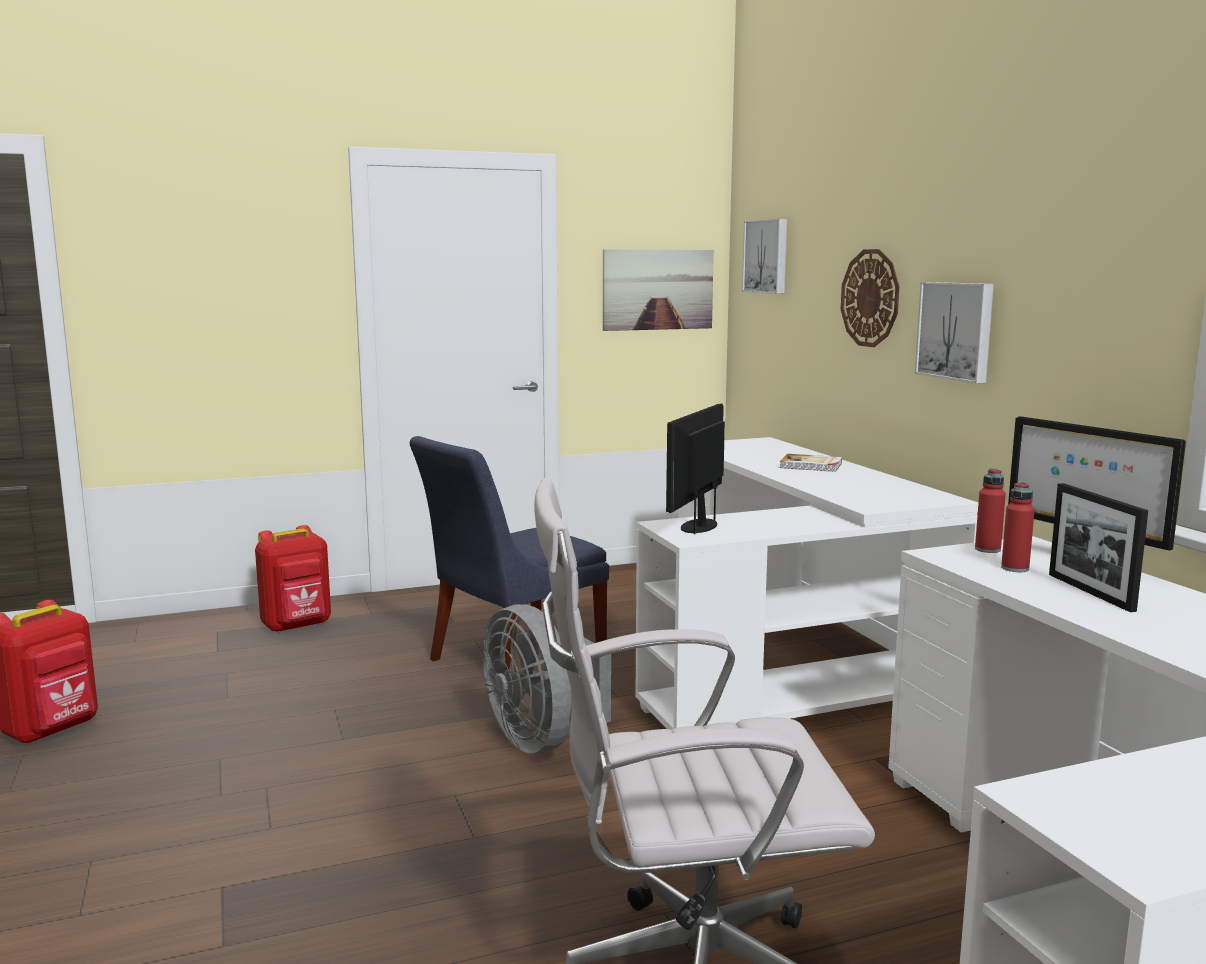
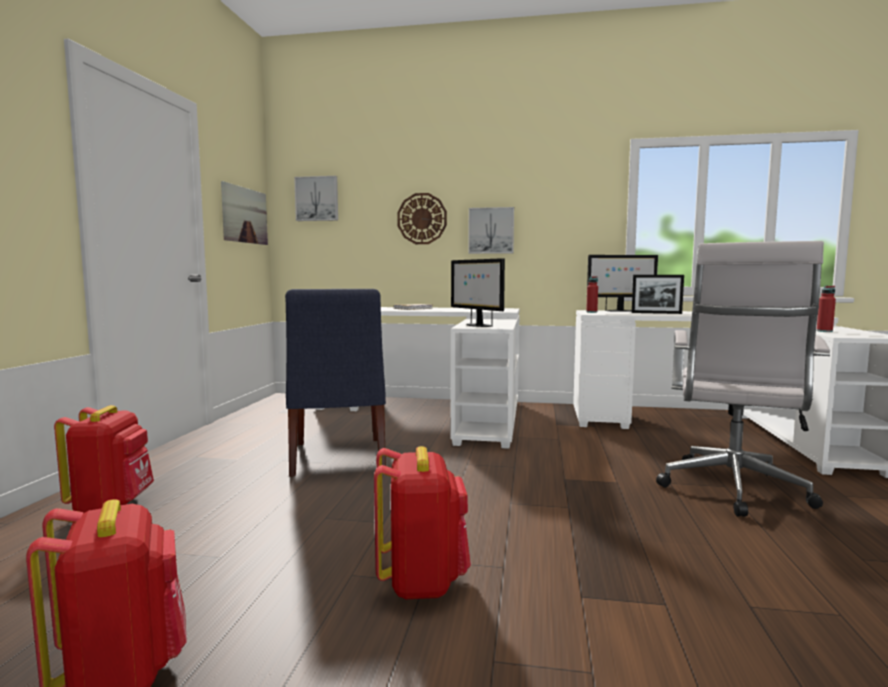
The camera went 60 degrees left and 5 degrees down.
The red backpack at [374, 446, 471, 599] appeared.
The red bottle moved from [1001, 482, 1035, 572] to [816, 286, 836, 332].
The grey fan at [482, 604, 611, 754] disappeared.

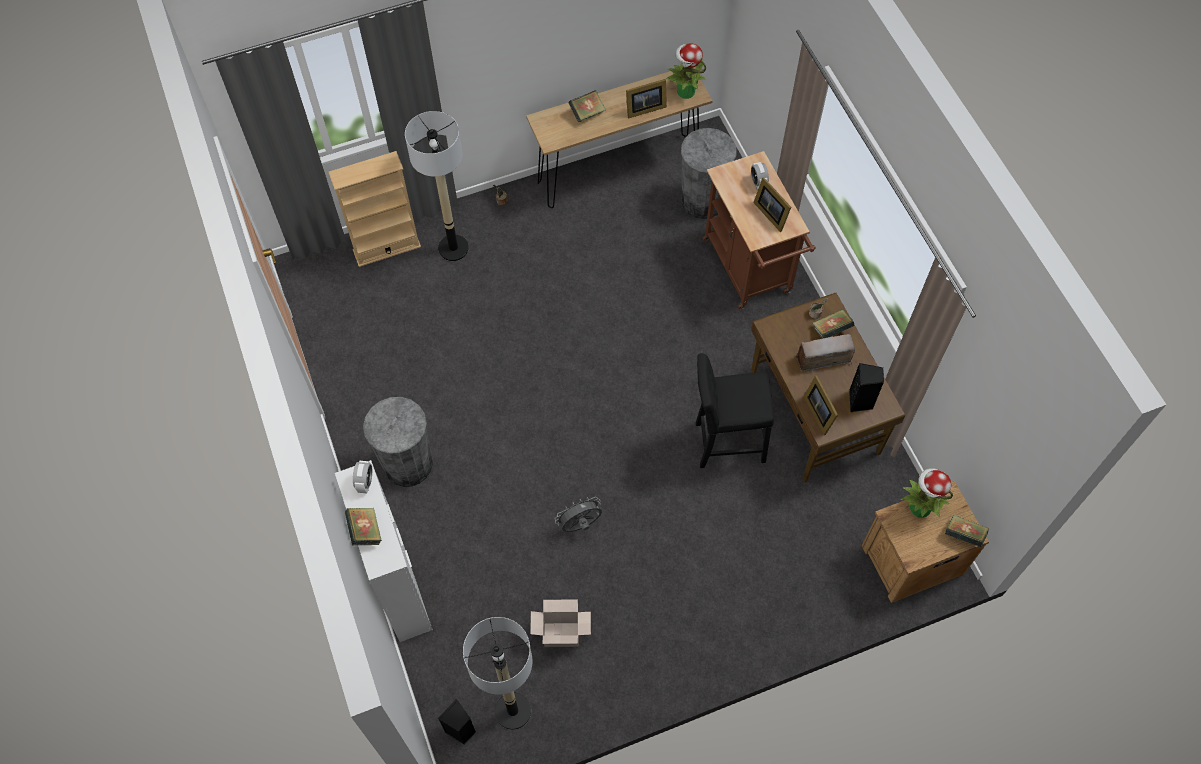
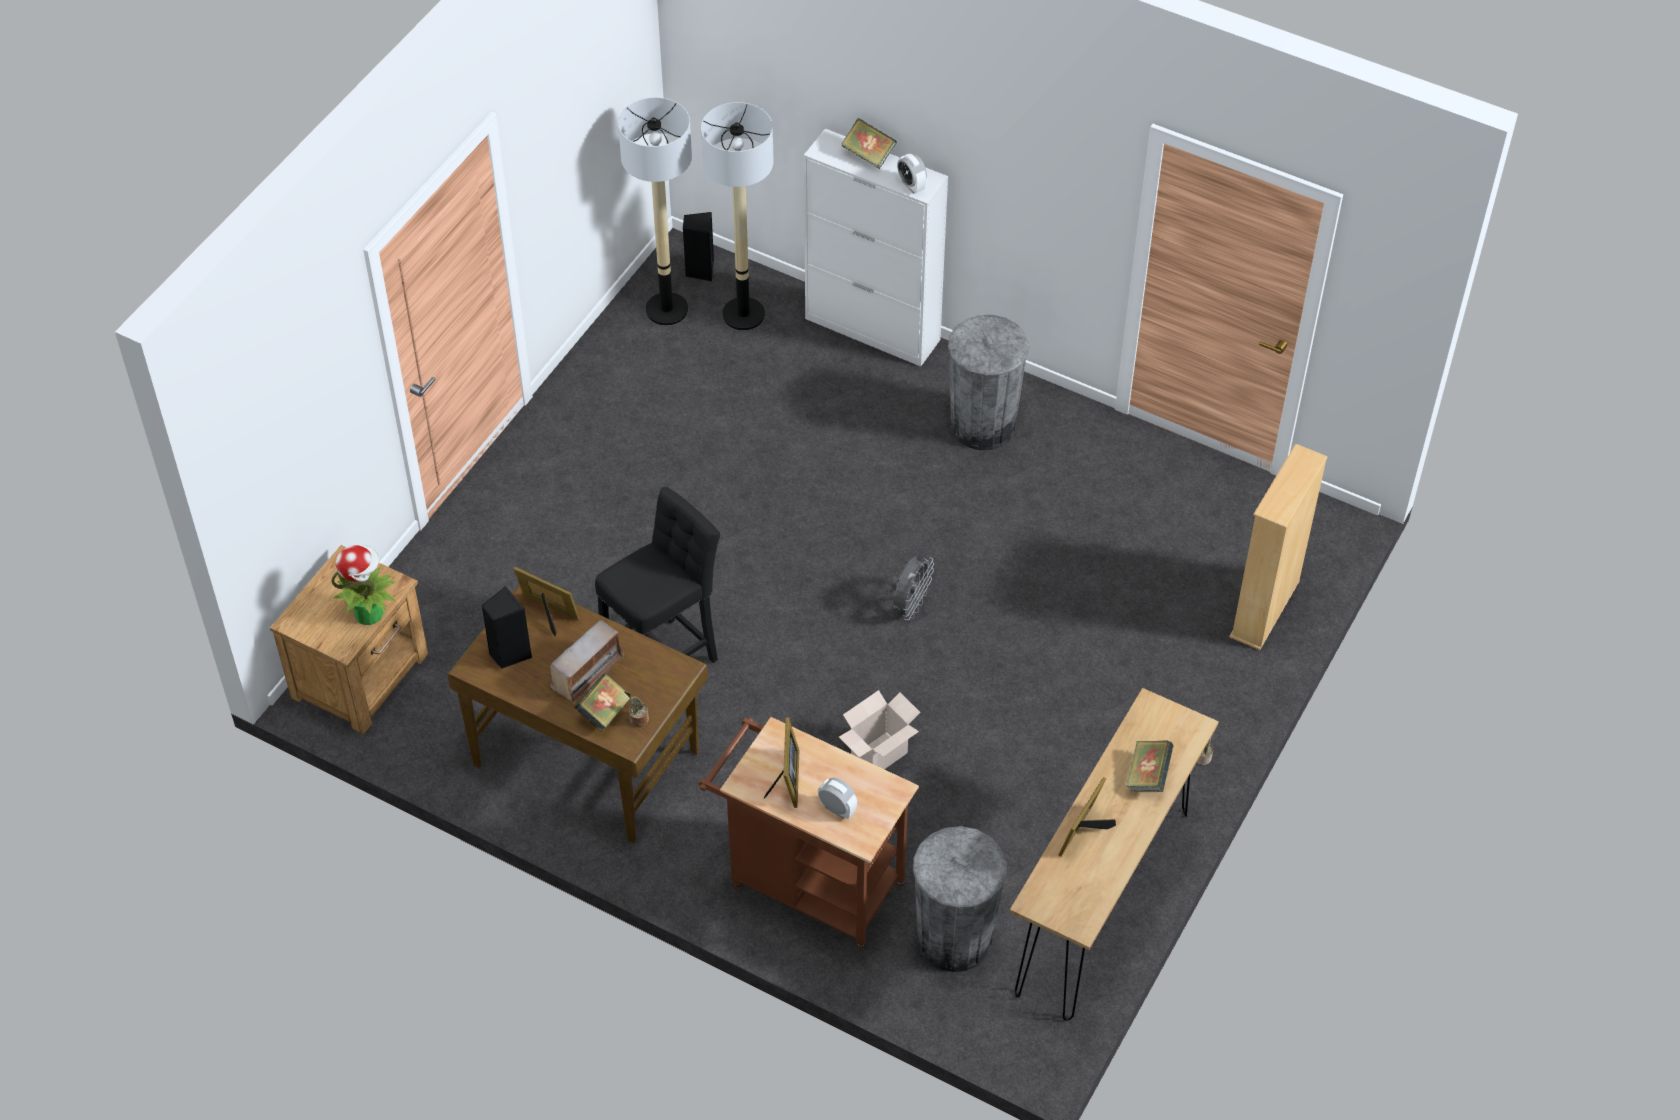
The camera went 140 degrees right and 10 degrees down.
The floor lamp moved from [405, 111, 469, 261] to [701, 102, 773, 330].
The picture frame at [753, 177, 791, 232] turned 75 degrees clockwise.
The cardboard box moved from [530, 599, 591, 647] to [839, 690, 920, 769].
The grey fan moved from [555, 497, 602, 532] to [892, 556, 934, 620].
The potted plant at [666, 43, 707, 99] disappeared.
The book at [945, 515, 989, 547] disappeared.

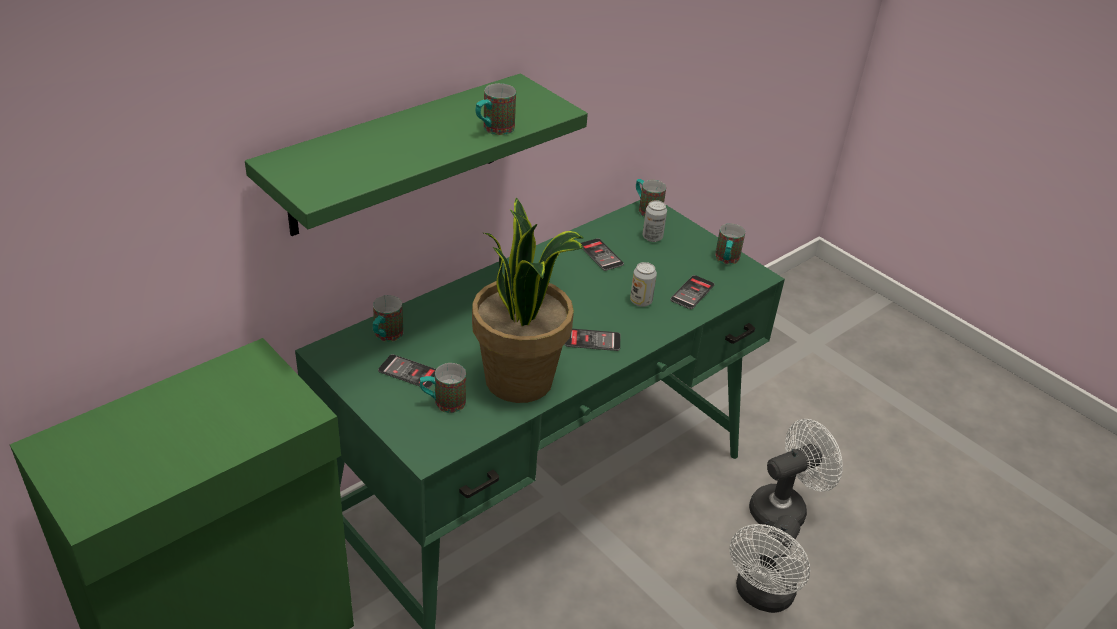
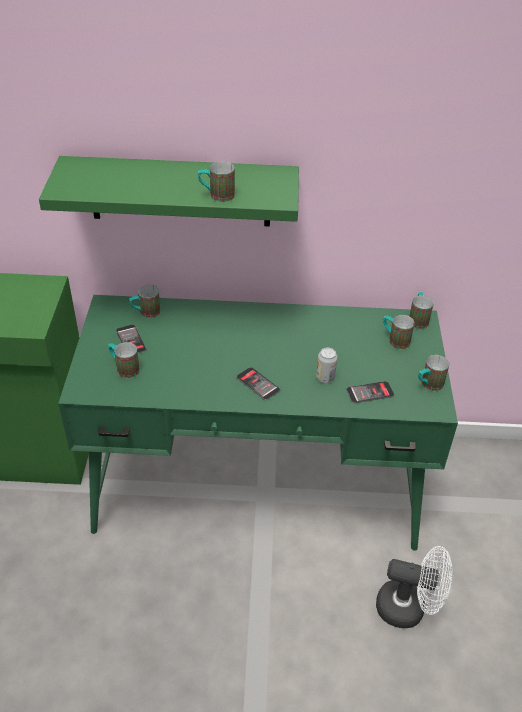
The camera went 45 degrees right and 5 degrees up.
The can at [643, 200, 667, 242] was replaced by the mug at [383, 315, 414, 349].
The potted plant at [472, 197, 584, 403] disappeared.
The phone at [581, 238, 624, 271] disappeared.
The white fan at [729, 515, 810, 613] disappeared.

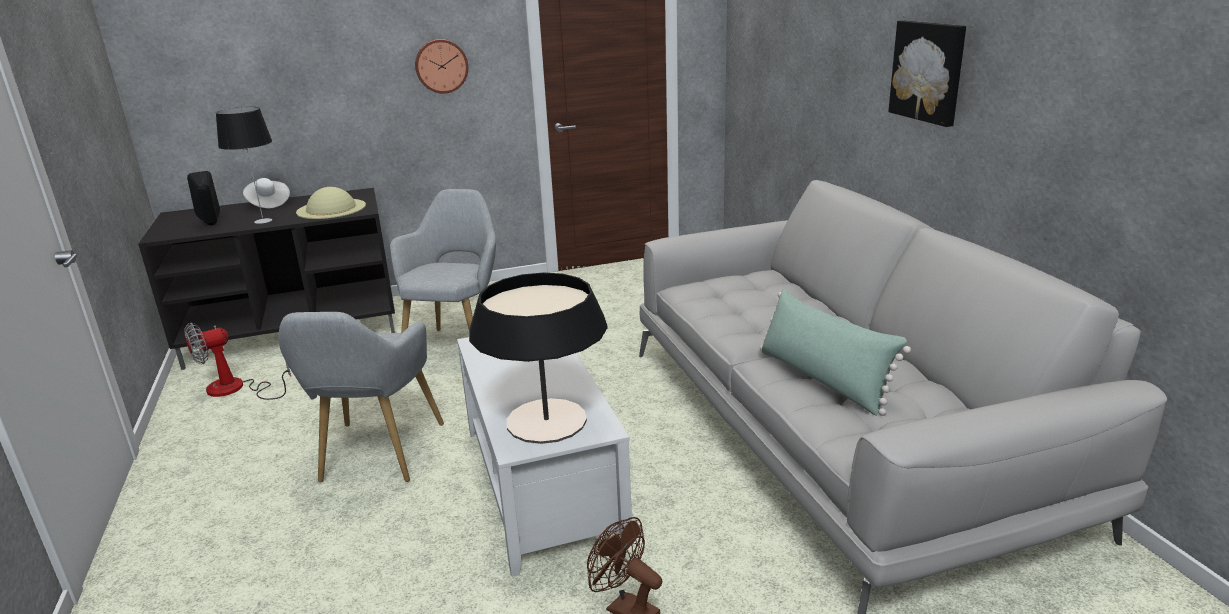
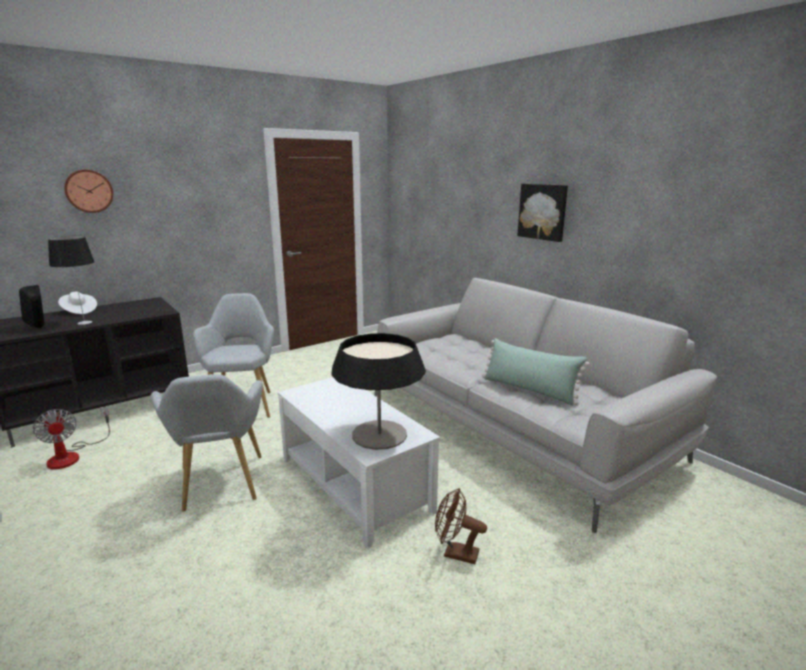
The camera went 20 degrees left and 5 degrees down.
The fan at [184, 323, 291, 400] turned 75 degrees counterclockwise.
The wall clock moved from [415, 39, 468, 93] to [64, 170, 113, 213].
The beige hat at [296, 187, 366, 219] disappeared.

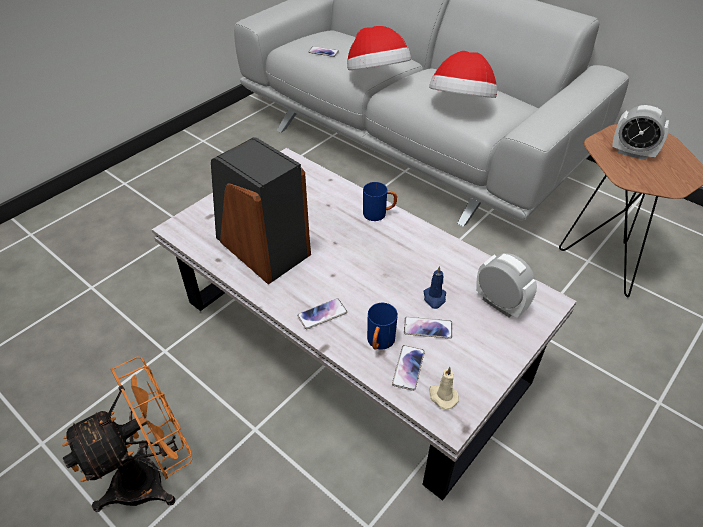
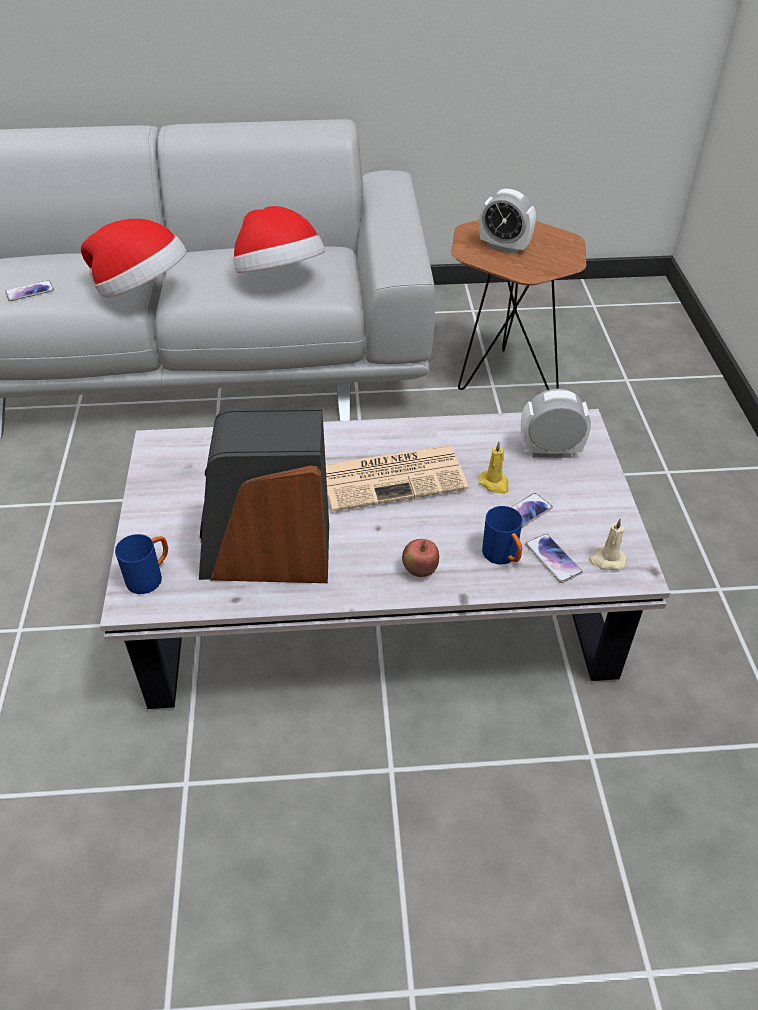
The camera went 45 degrees left and 0 degrees up.
The blue mug moved from [363, 182, 397, 221] to [115, 534, 168, 594].
The newspaper at [326, 445, 469, 512] appeared.
The phone at [297, 298, 347, 329] was replaced by the apple at [402, 539, 439, 577].
The blue candle at [423, 266, 446, 309] became the yellow candle at [478, 442, 509, 494].
The alarm clock at [612, 105, 670, 160] turned 45 degrees clockwise.
The orange fan at [62, 356, 192, 512] disappeared.

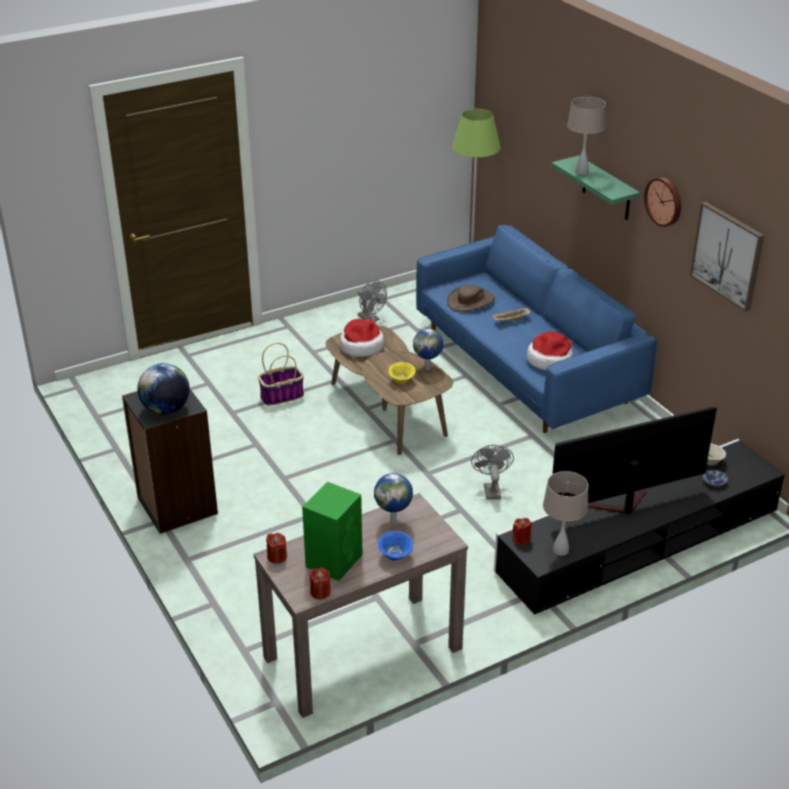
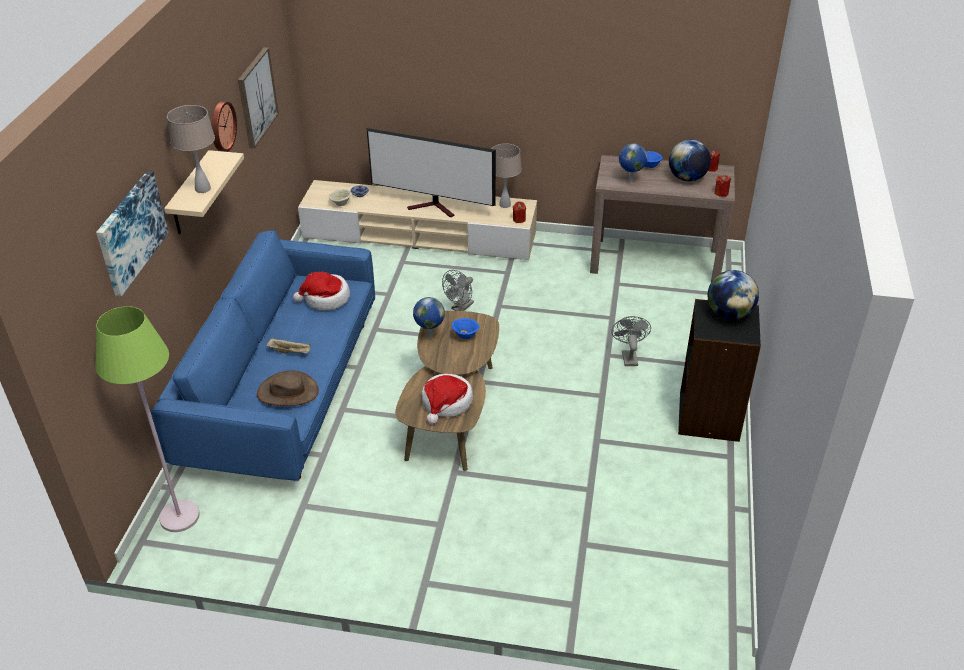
The camera went 140 degrees left and 5 degrees up.
The picture at [96, 171, 168, 296] appeared.
The green shelf at [551, 156, 640, 220] became the beige shelf at [164, 150, 244, 234].
The black tv stand at [494, 439, 785, 615] became the beige tv stand at [298, 180, 537, 260].
The yellow bowl at [389, 362, 416, 384] became the blue bowl at [452, 318, 479, 339].
The grey fan moved from [358, 280, 387, 322] to [611, 316, 651, 366].
The green speaker at [302, 482, 363, 581] was replaced by the globe at [669, 140, 711, 181].
The basket at [258, 343, 304, 406] disappeared.

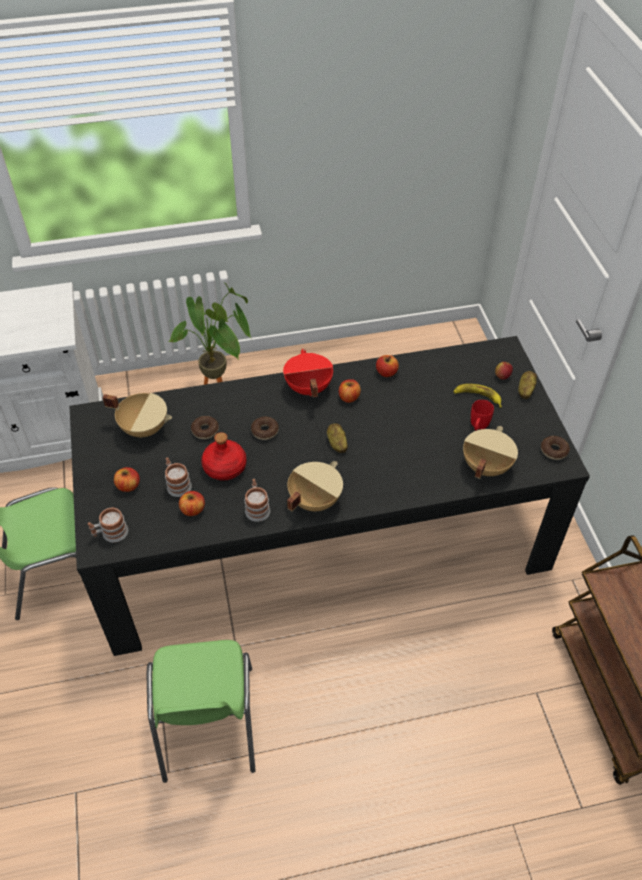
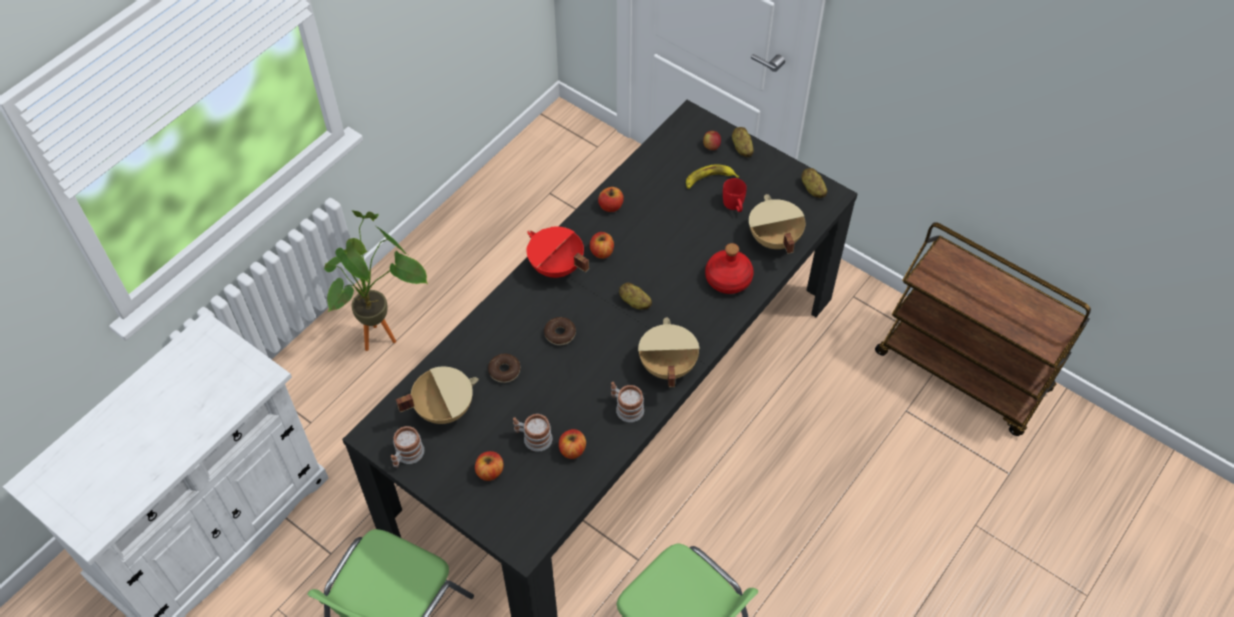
The camera went 40 degrees left and 5 degrees up.
The mug moved from [88, 507, 128, 542] to [391, 426, 424, 468].
The red bottle moved from [201, 432, 246, 481] to [705, 243, 754, 294].
The donut at [541, 436, 570, 460] was replaced by the potato at [802, 168, 827, 198].

